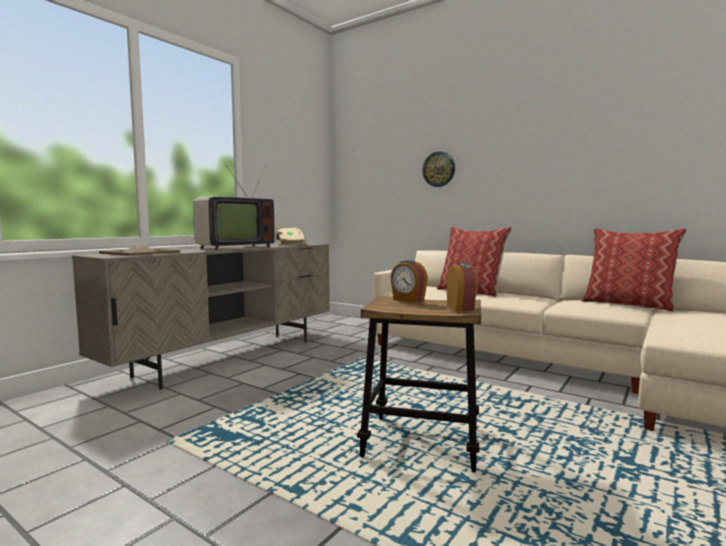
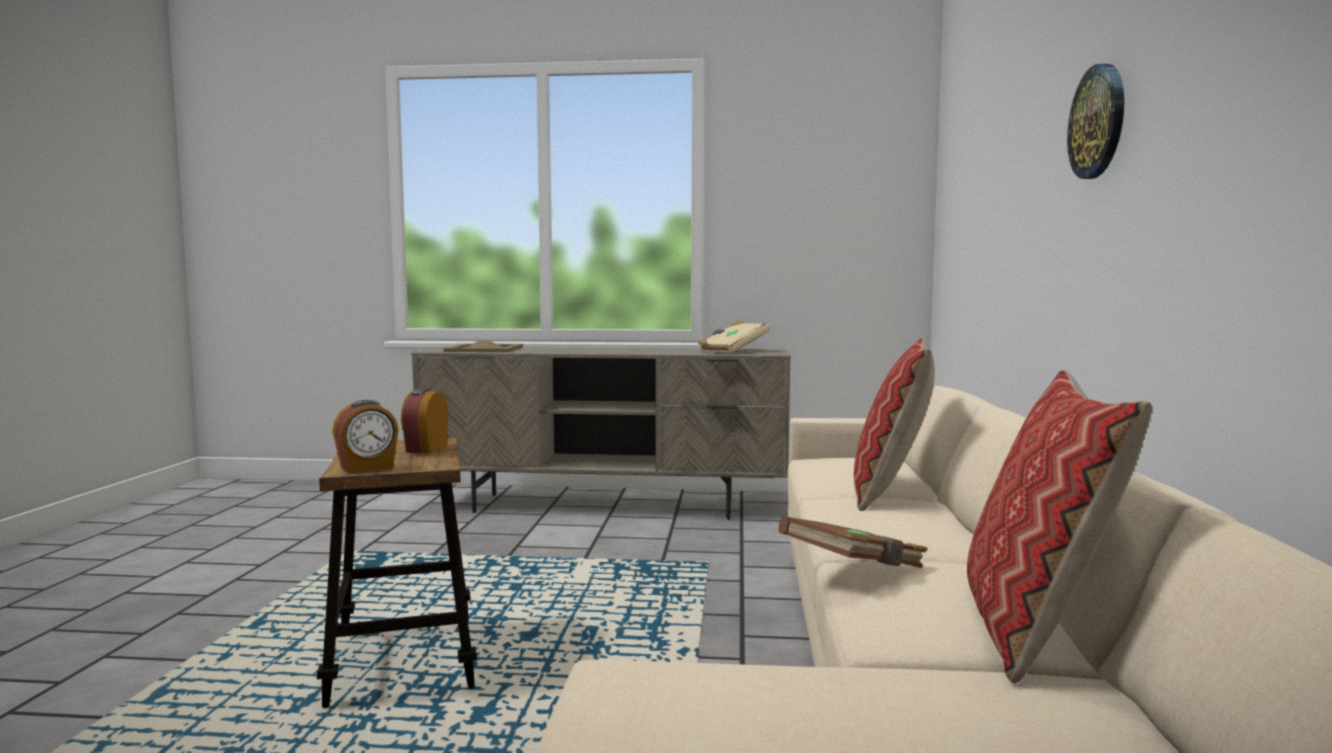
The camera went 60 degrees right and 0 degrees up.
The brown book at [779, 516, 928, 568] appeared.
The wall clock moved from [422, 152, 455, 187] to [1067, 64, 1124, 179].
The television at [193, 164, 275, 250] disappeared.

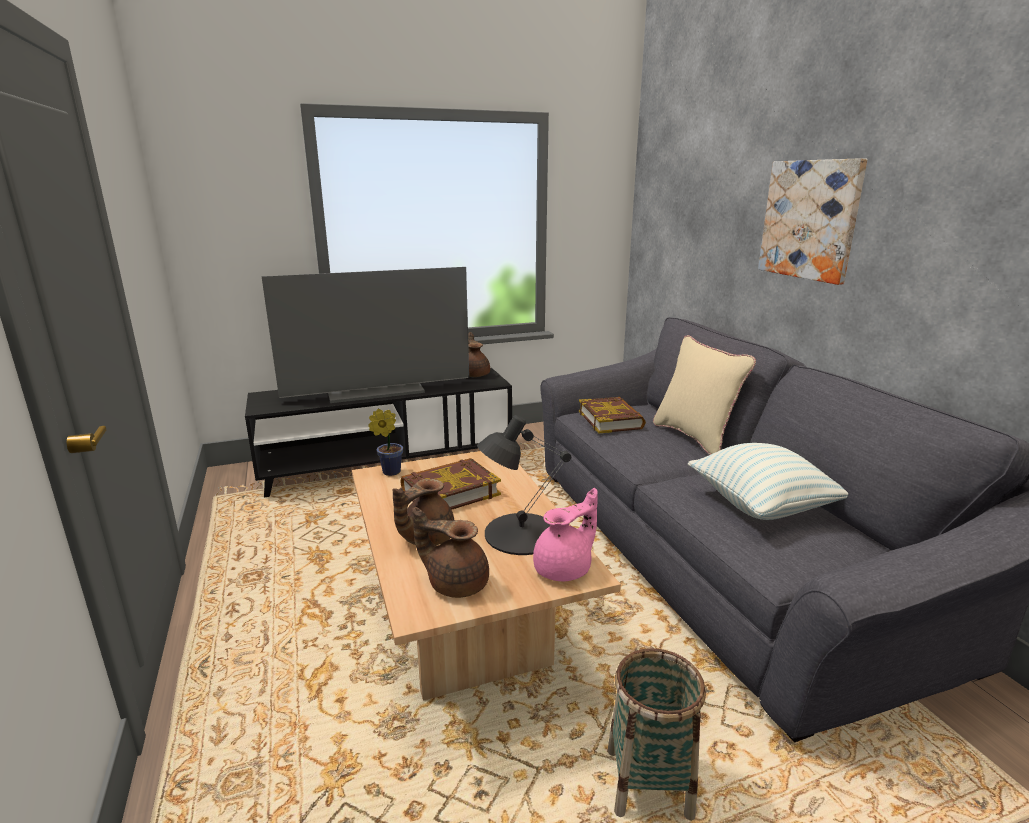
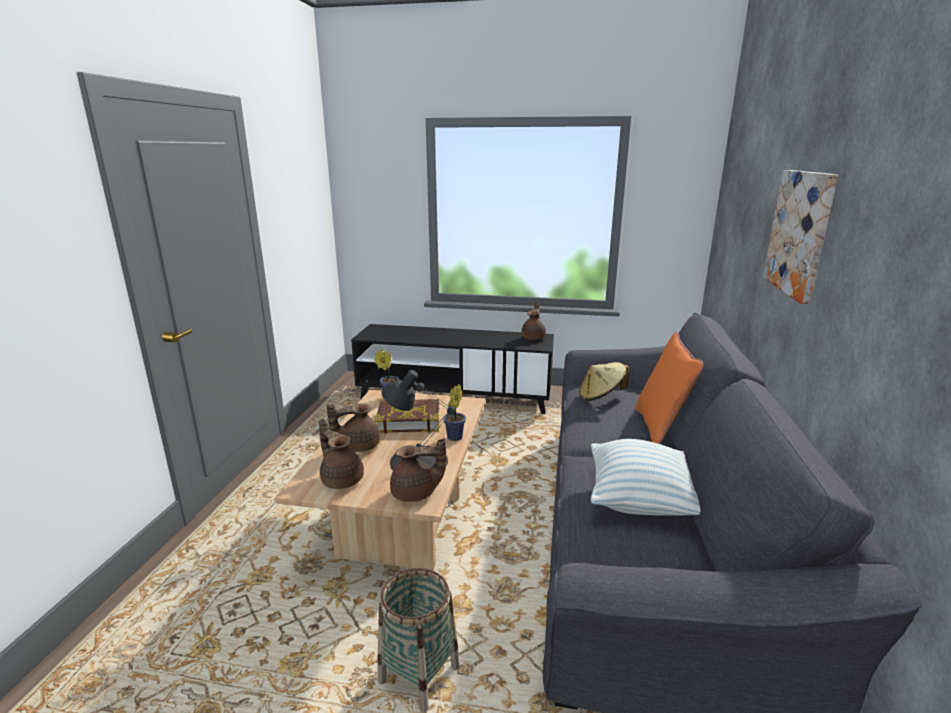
The camera went 30 degrees right and 0 degrees up.
The pink teapot at [533, 488, 598, 581] became the brown teapot at [390, 438, 446, 502].
The potted plant at [443, 384, 466, 441] appeared.
The book at [579, 397, 646, 433] was replaced by the beige hat at [579, 362, 629, 401].
The beige pillow at [653, 335, 756, 455] became the orange pillow at [635, 332, 703, 444].
The television at [262, 267, 469, 403] disappeared.

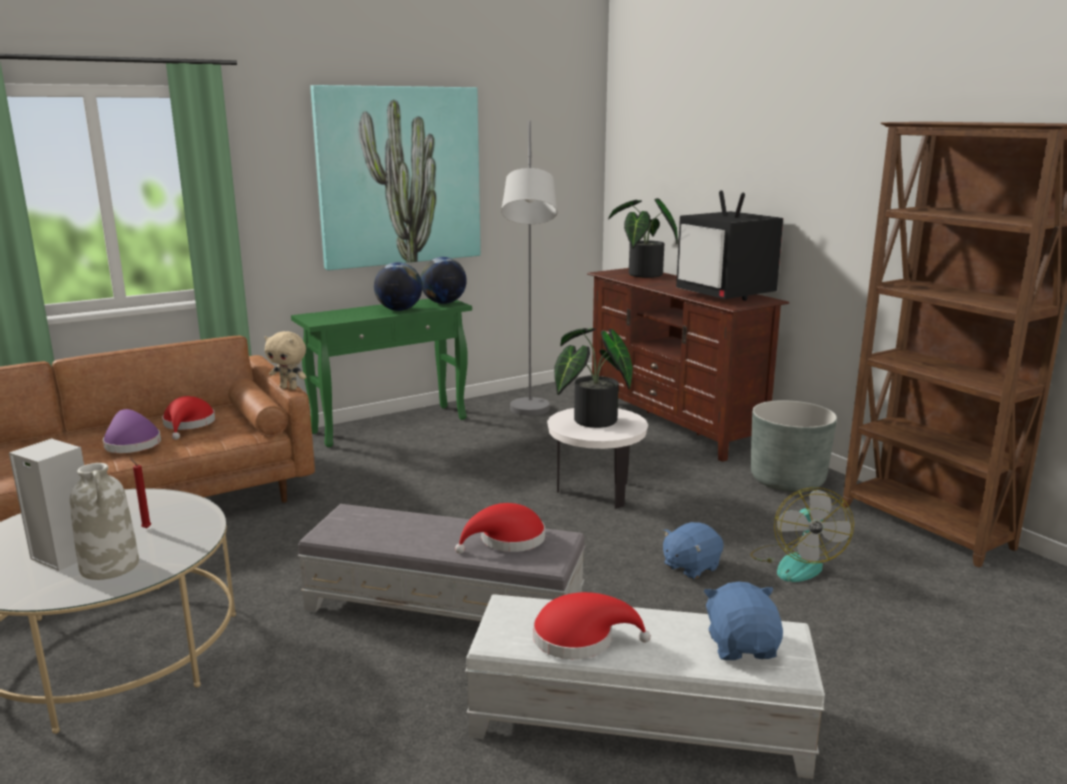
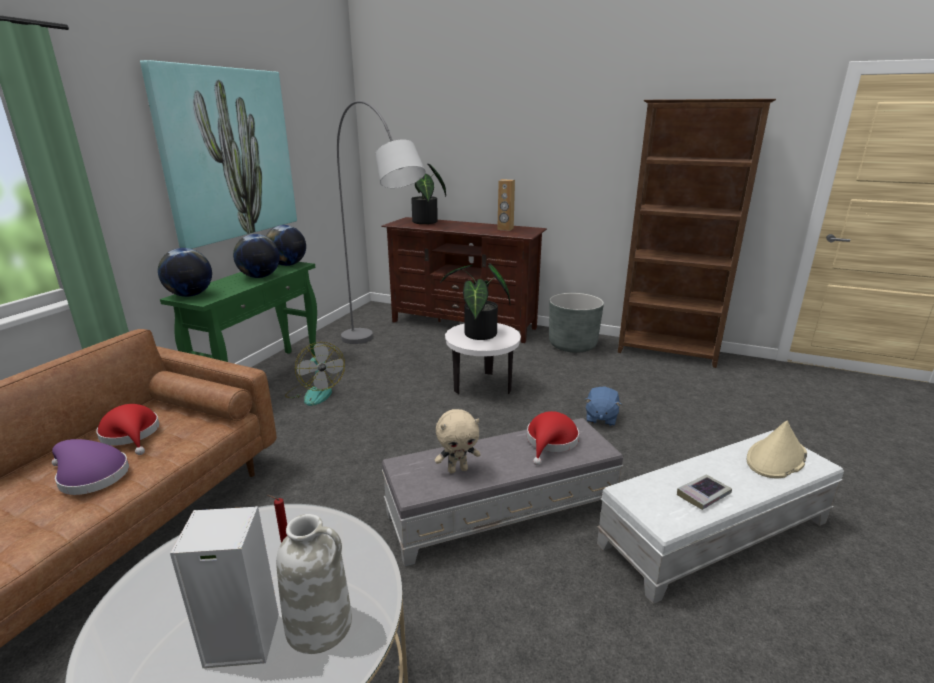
The camera went 35 degrees left and 5 degrees up.
The globe at [158, 248, 212, 297] appeared.
The fan moved from [750, 487, 854, 582] to [285, 342, 345, 406].
The beige plush toy moved from [265, 331, 306, 390] to [435, 409, 480, 473].
The television at [676, 190, 783, 301] was replaced by the brown speaker at [497, 179, 515, 231].
The red hat at [533, 592, 651, 659] was replaced by the book at [677, 474, 732, 510].
The blue plush toy at [703, 582, 783, 660] was replaced by the beige hat at [747, 421, 807, 478].

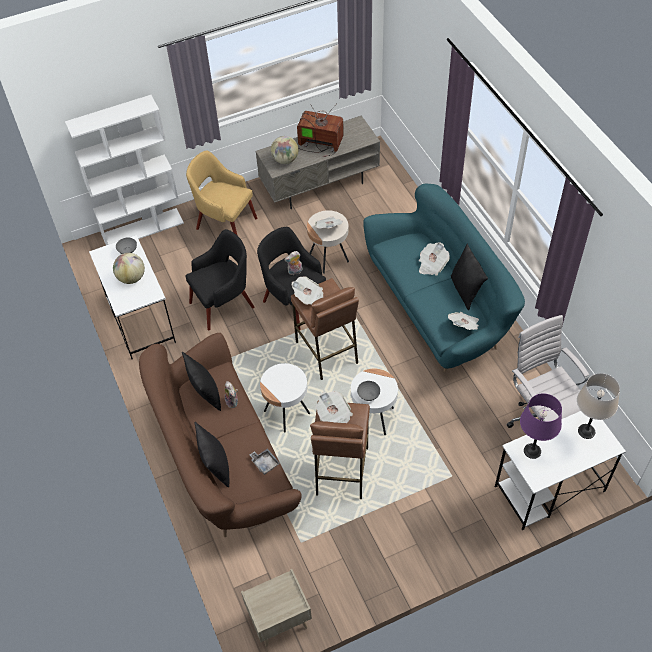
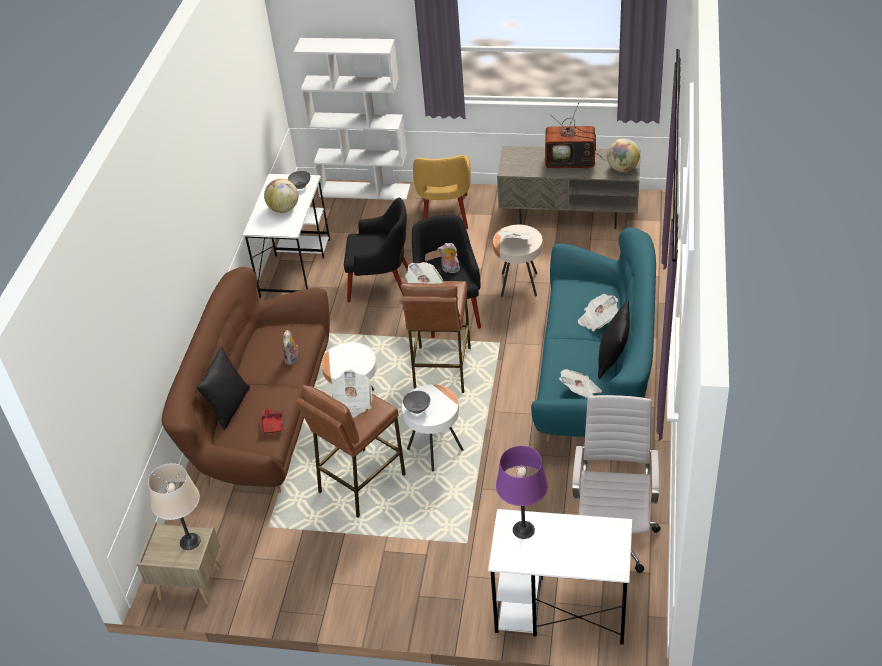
The camera went 35 degrees right and 10 degrees down.
The beige table lamp moved from [577, 373, 620, 439] to [148, 463, 200, 550].
The grey tray at [250, 448, 280, 475] became the red tray at [260, 409, 284, 434].
The yellow armchair at [186, 150, 258, 236] turned 150 degrees counterclockwise.
The television at [297, 103, 344, 157] turned 135 degrees clockwise.
The globe moved from [271, 136, 298, 164] to [607, 139, 640, 172].
The black pillow at [182, 352, 221, 411] disappeared.

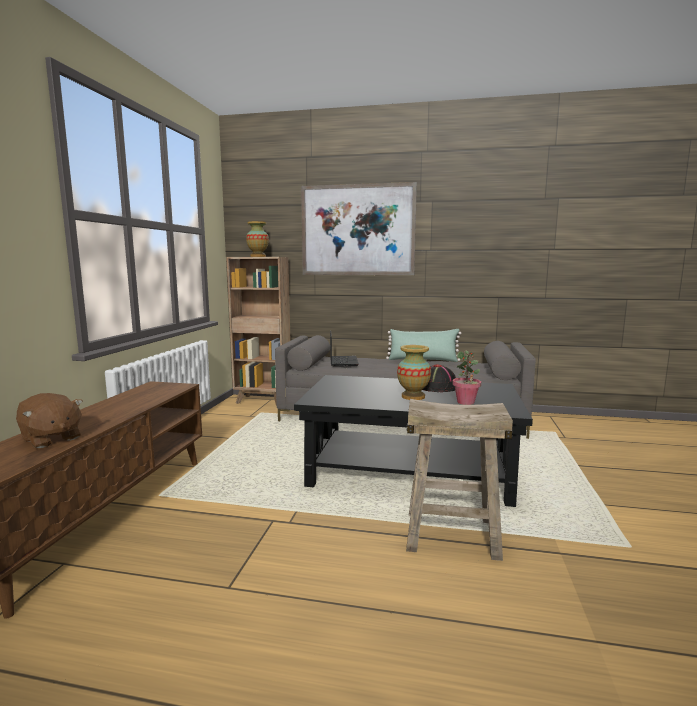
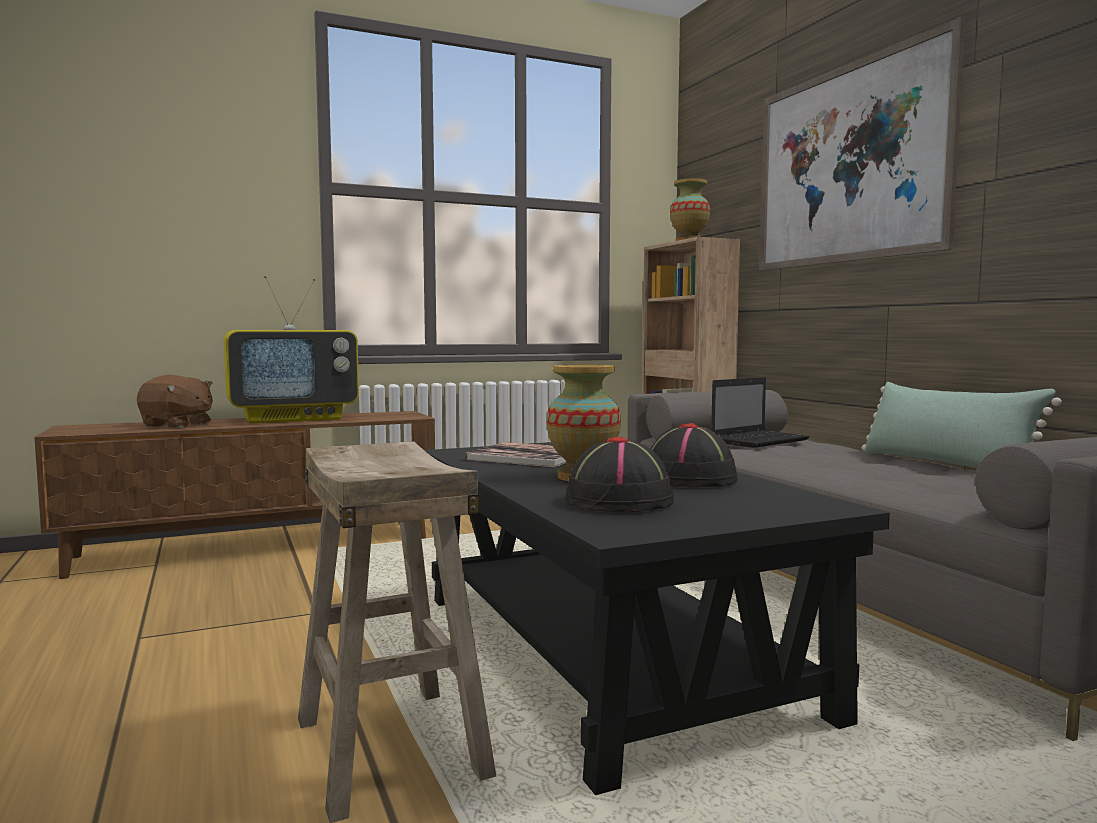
The camera went 55 degrees right and 5 degrees down.
The brown plush toy at [16, 393, 83, 448] turned 75 degrees counterclockwise.
The television at [224, 275, 359, 423] appeared.
The book at [466, 442, 567, 467] appeared.
The potted plant at [452, 350, 481, 405] was replaced by the black hat at [565, 436, 674, 512].

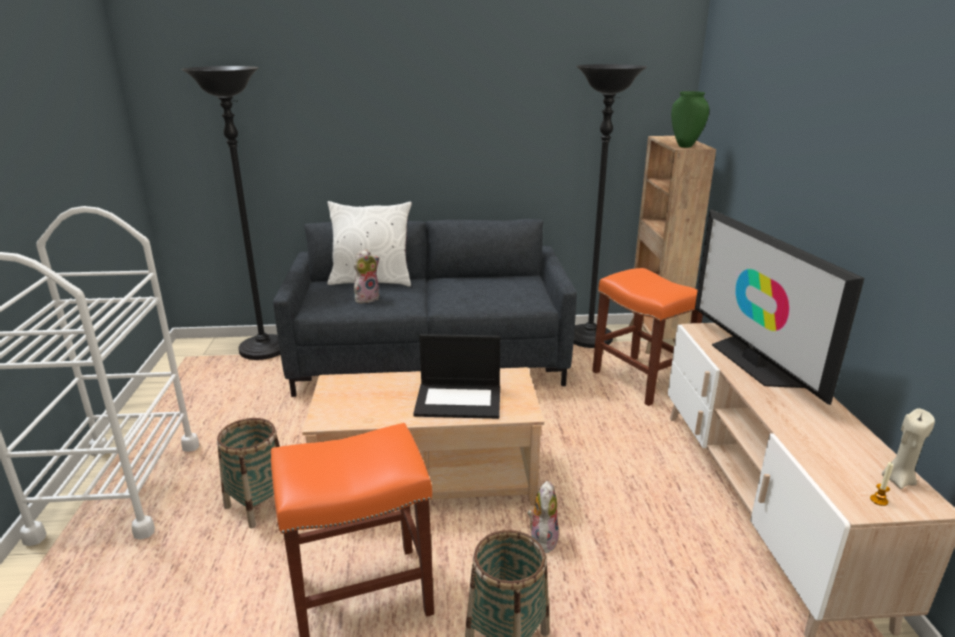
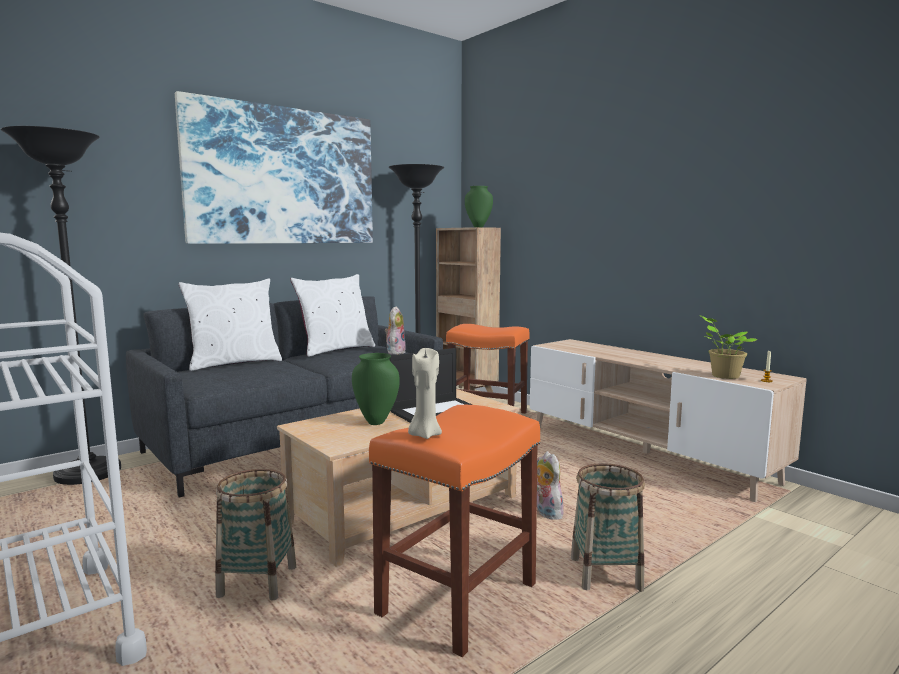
The camera went 35 degrees left and 15 degrees down.
The picture at [175, 91, 373, 244] appeared.
The white pillow at [290, 274, 375, 357] appeared.
The green vase at [352, 353, 400, 425] appeared.
The plush toy moved from [354, 249, 380, 303] to [385, 306, 406, 355].
The beige candle moved from [882, 408, 935, 489] to [408, 348, 442, 439].
The potted plant at [700, 315, 757, 379] appeared.
The television at [695, 209, 864, 405] disappeared.

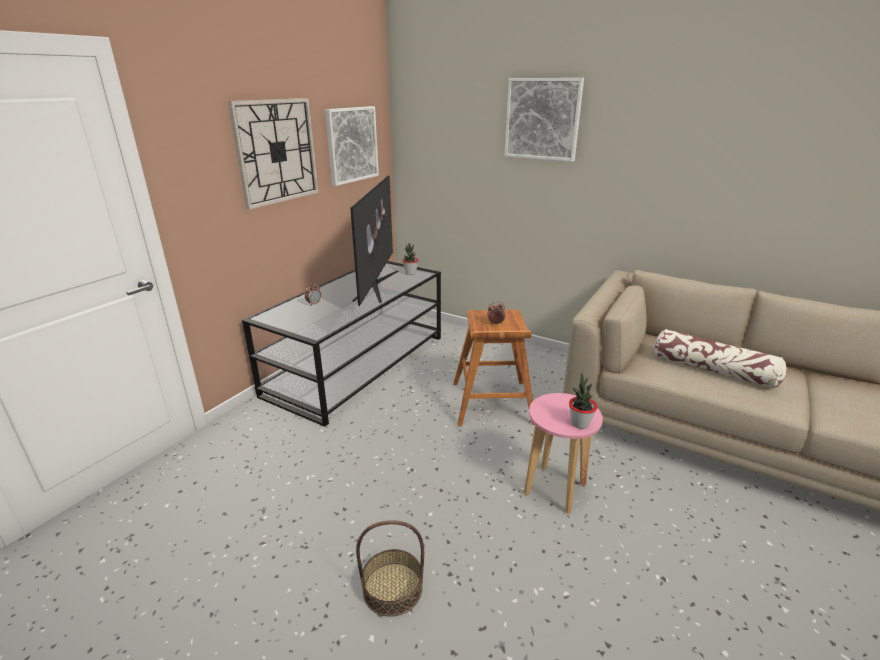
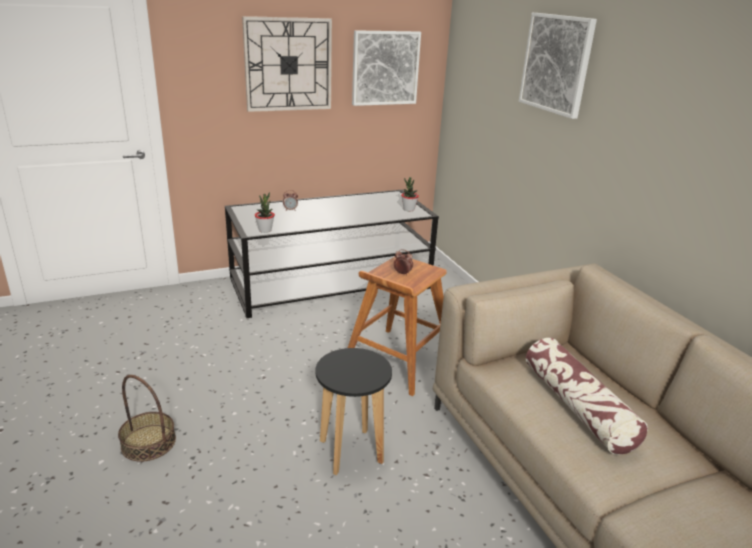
The camera went 35 degrees right and 0 degrees up.
The potted plant moved from [569, 373, 598, 429] to [255, 192, 275, 233].
The pink stool at [524, 393, 603, 514] became the black stool at [316, 348, 392, 475].
The television at [350, 176, 398, 306] disappeared.

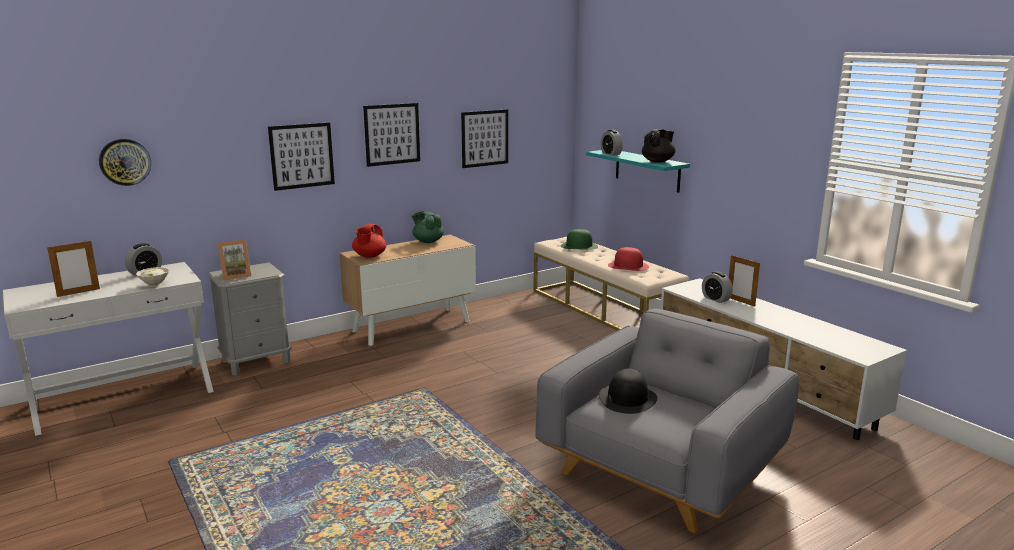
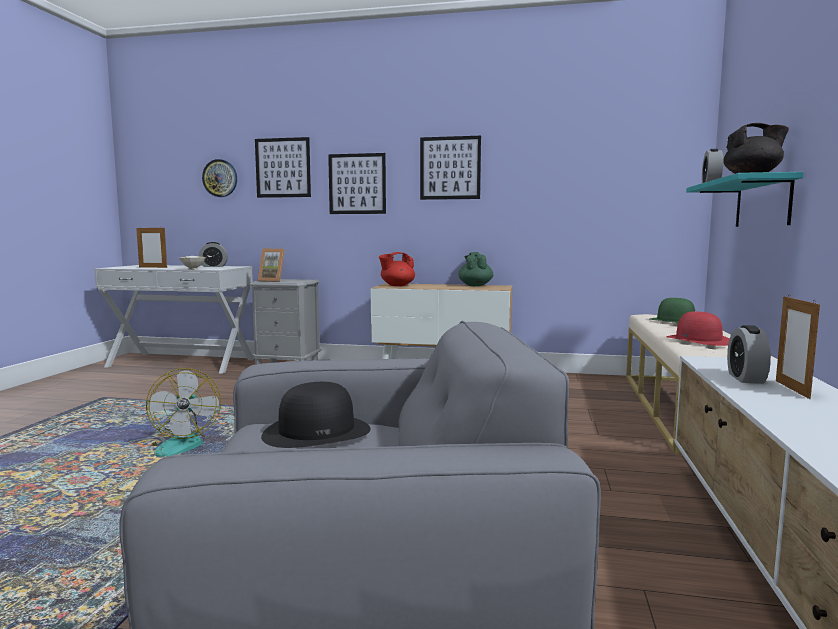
The camera went 45 degrees right and 10 degrees down.
The fan at [146, 368, 221, 457] appeared.
The picture moved from [461, 109, 508, 168] to [255, 137, 311, 198].

